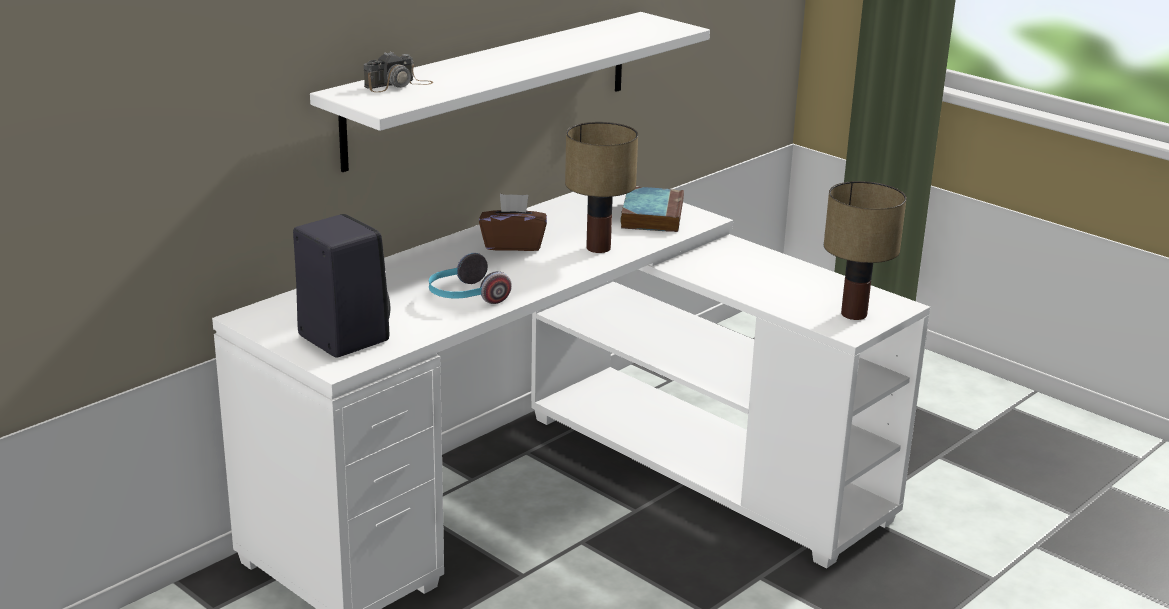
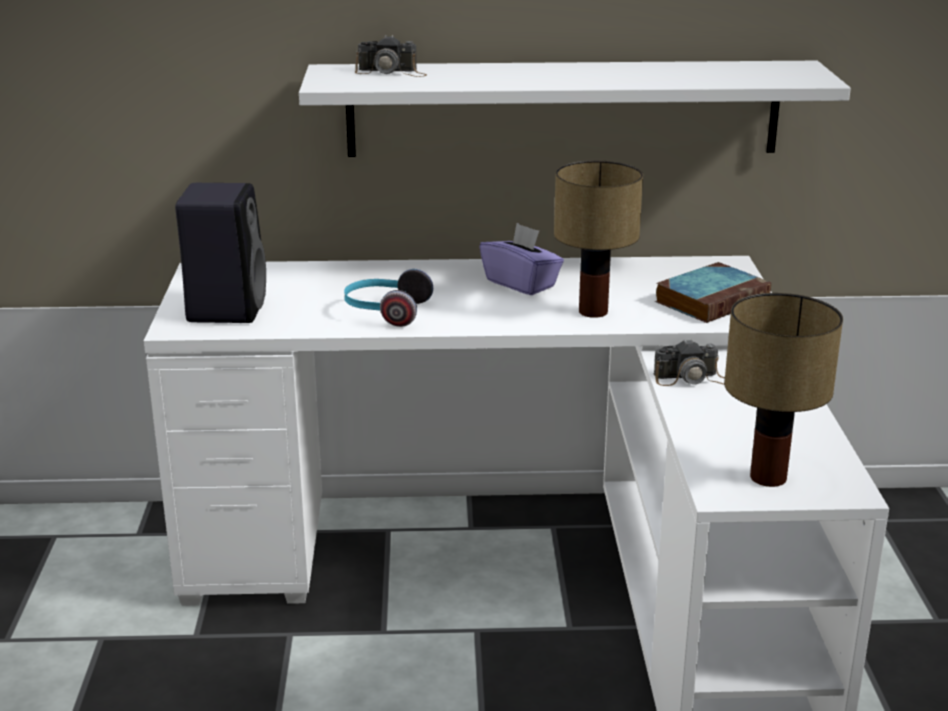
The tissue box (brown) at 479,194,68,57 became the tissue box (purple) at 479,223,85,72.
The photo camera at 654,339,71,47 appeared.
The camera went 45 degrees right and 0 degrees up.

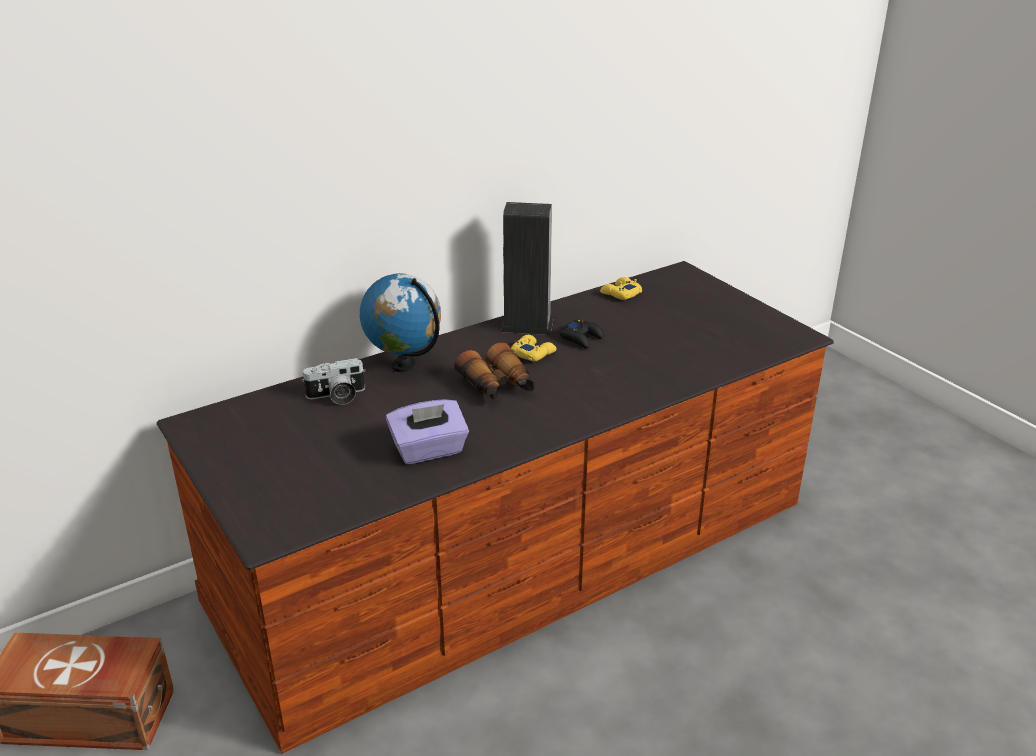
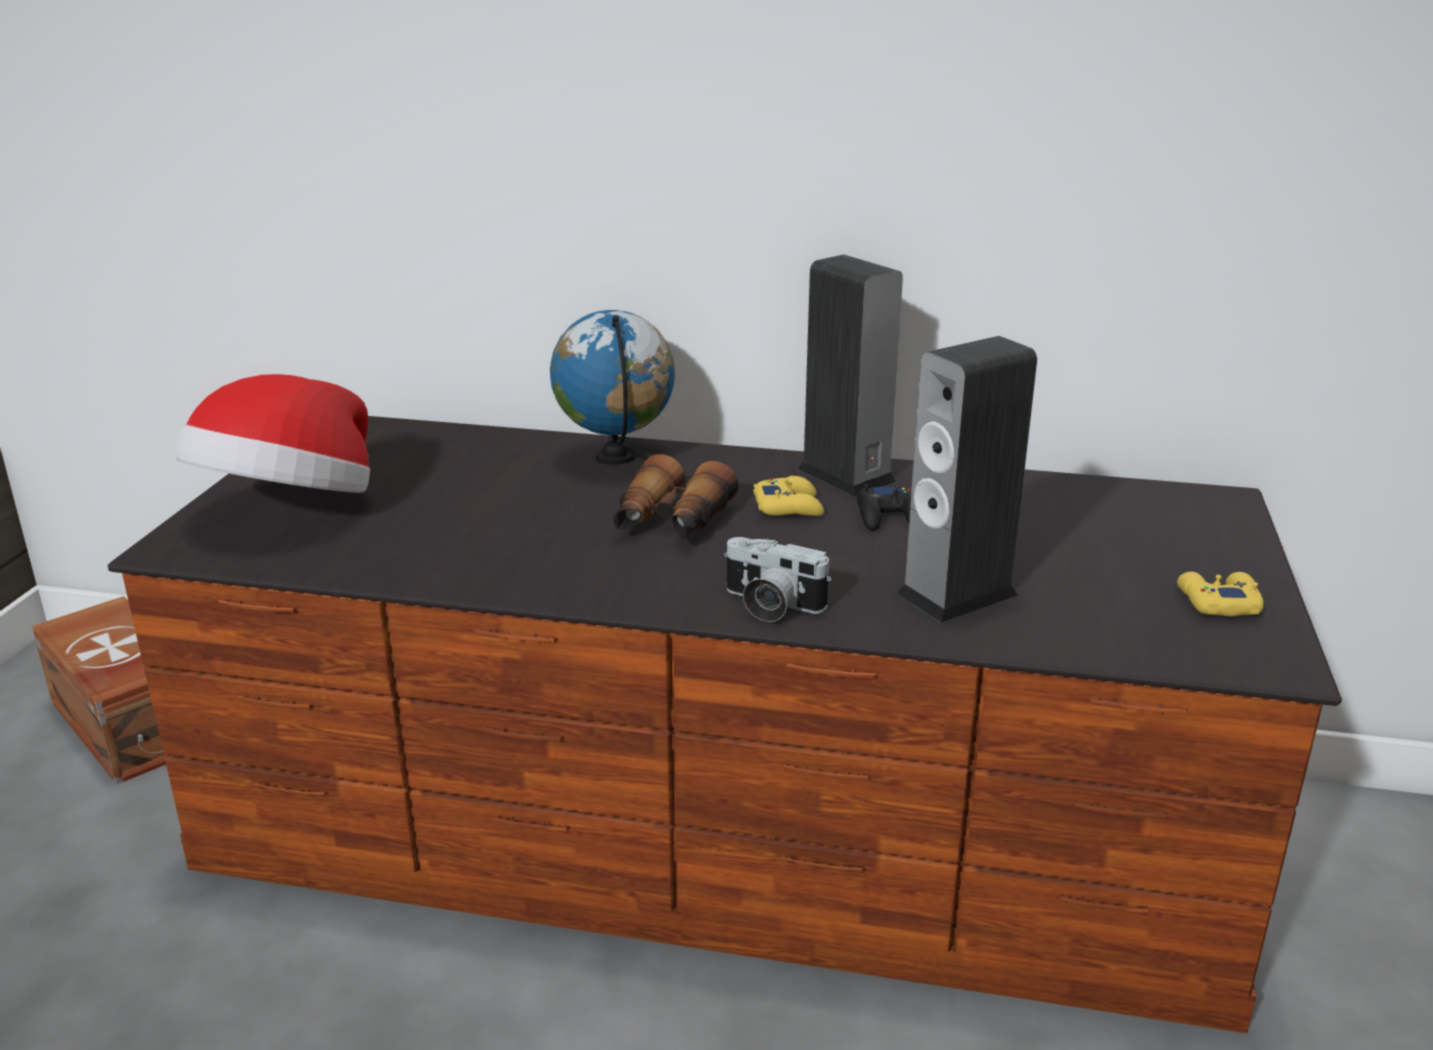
The hat at 175,374,195,119 appeared.
The photo camera moved from 301,358,64,47 to 724,537,107,85.
The speaker at 896,336,141,287 appeared.
The game controller (yellow) moved from 600,277,42,23 to 1177,572,87,45.
The tissue box (purple) at 386,399,83,65 disappeared.
The camera went 45 degrees right and 5 degrees down.

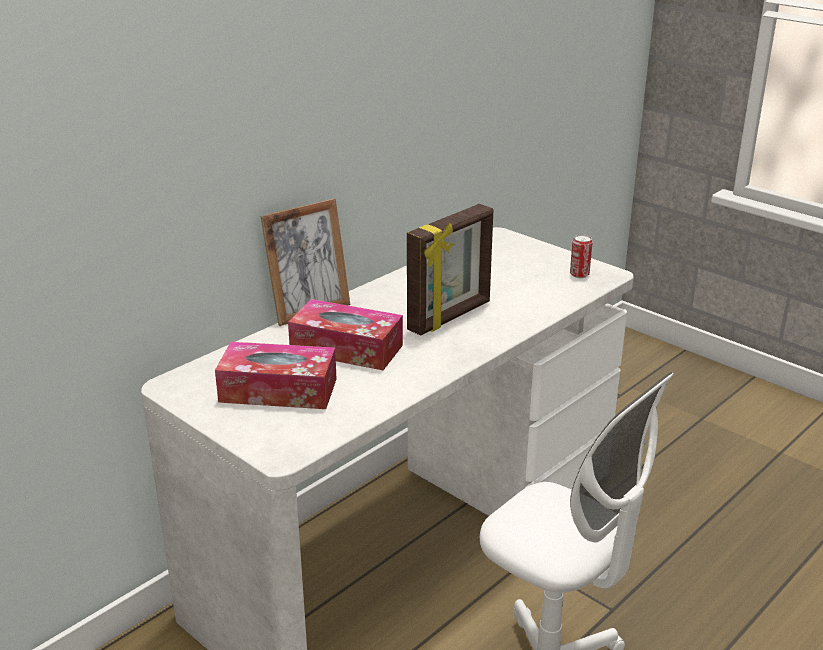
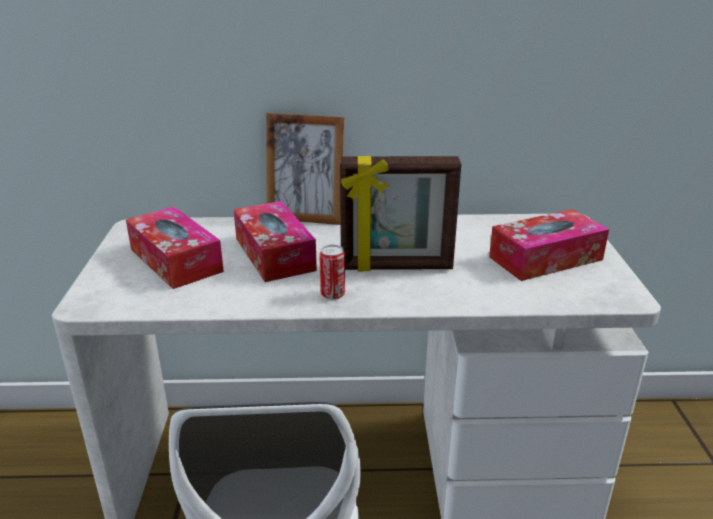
The can moved from 570,234,23,44 to 319,245,26,55.
The tissue box at 489,209,120,72 appeared.
The camera went 45 degrees right and 0 degrees up.

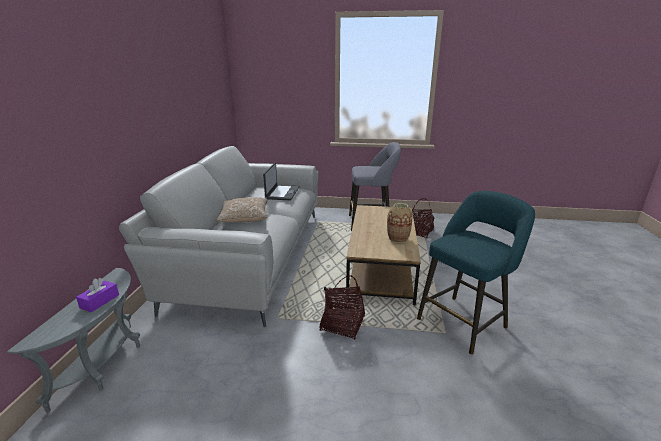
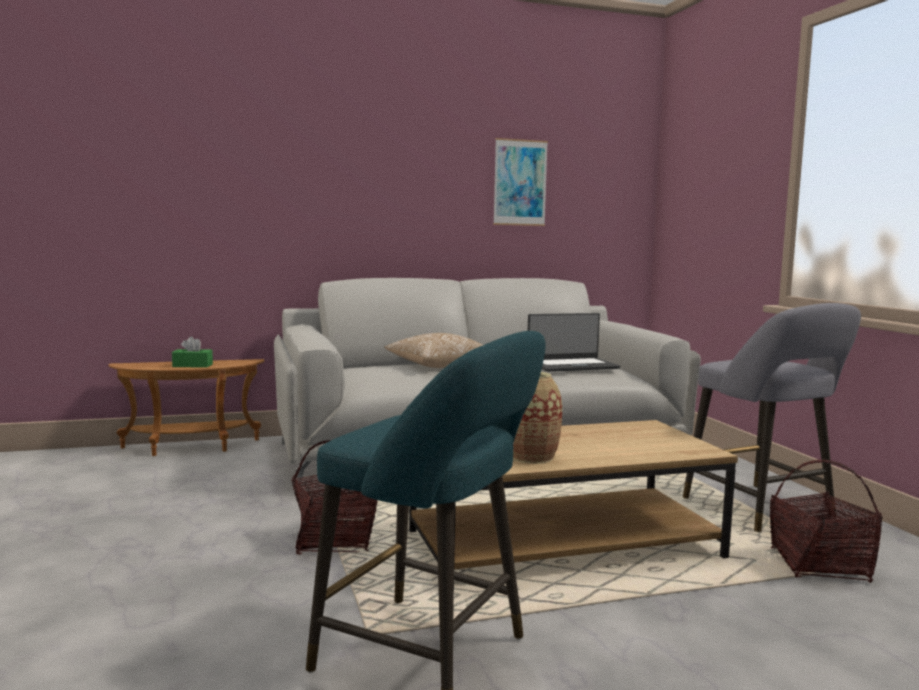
The side table (grey) at 7,268,133,145 became the side table (brown) at 108,359,156,97.
The tissue box (purple) at 76,278,43,34 became the tissue box (green) at 172,336,41,32.
The picture at 493,138,55,88 appeared.
The camera went 65 degrees right and 15 degrees down.

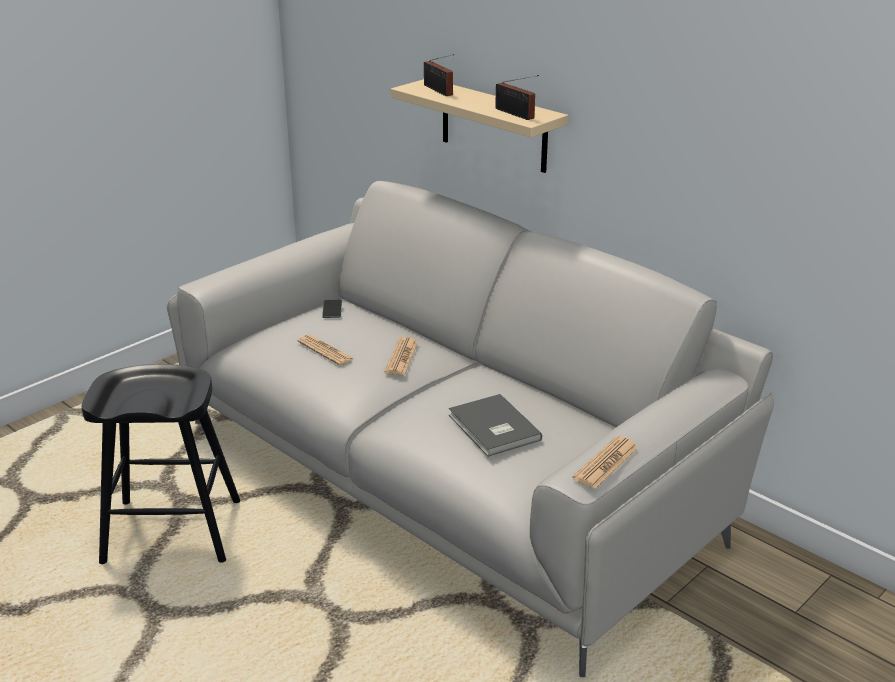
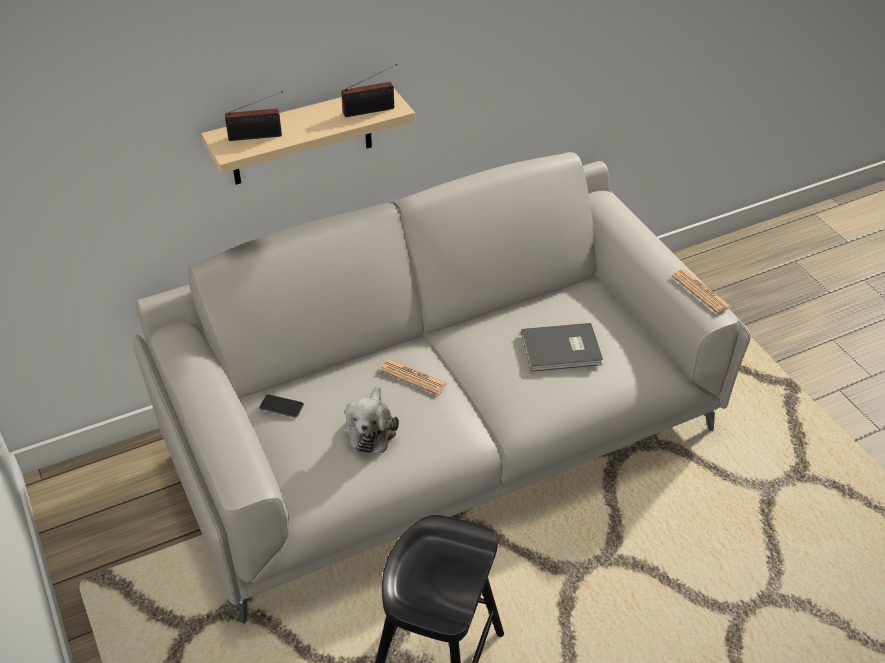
The newspaper at 297,335,57,31 was replaced by the plush toy at 344,385,55,68.
The camera went 70 degrees left and 15 degrees up.

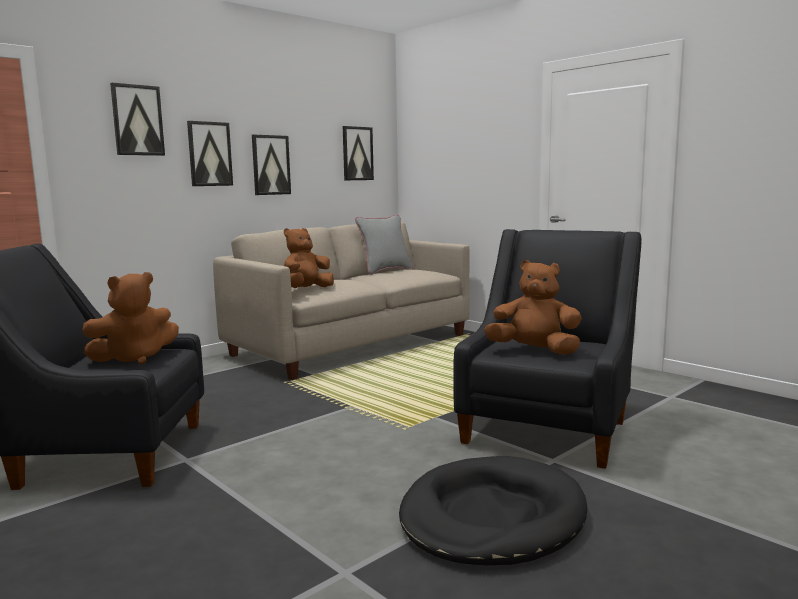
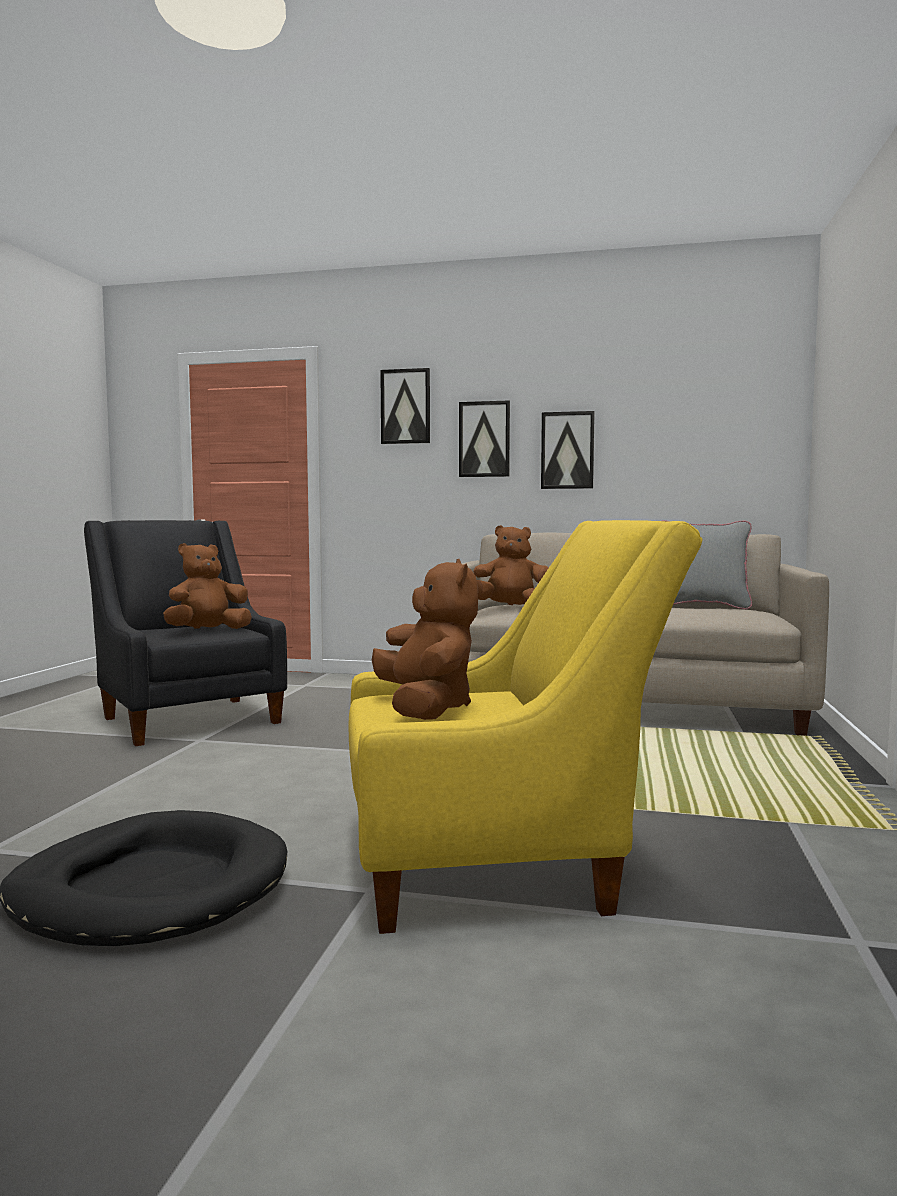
The plush toy (brown) at 82,272,97,93 turned 120 degrees clockwise.
The armchair (black) at 453,229,188,240 became the armchair (yellow) at 349,520,354,414.
The picture at 343,126,31,54 disappeared.
The camera went 55 degrees right and 5 degrees down.

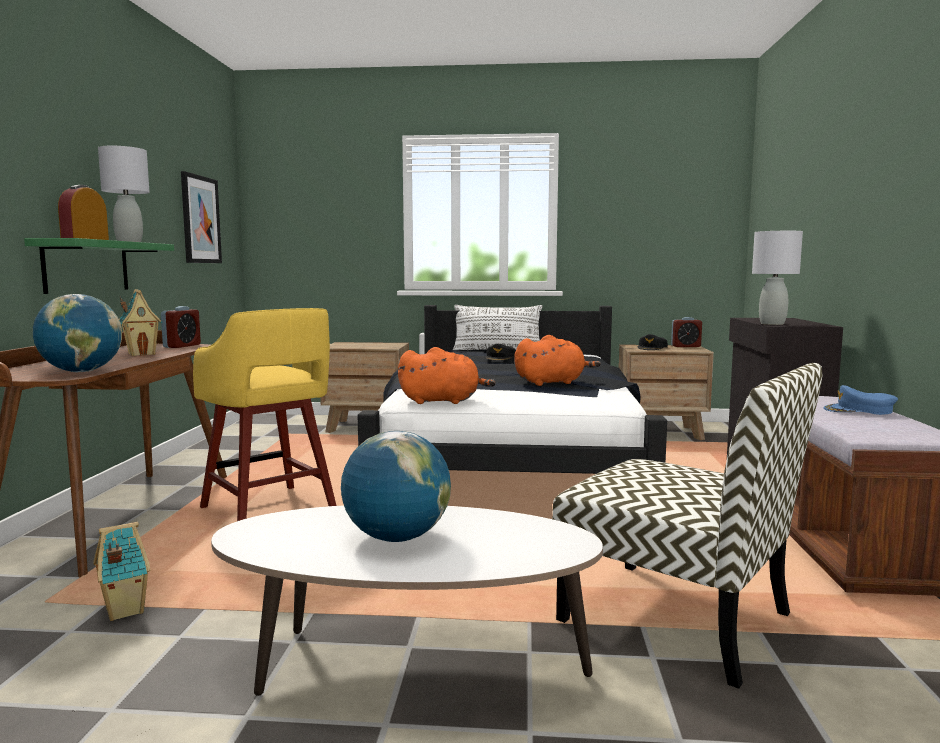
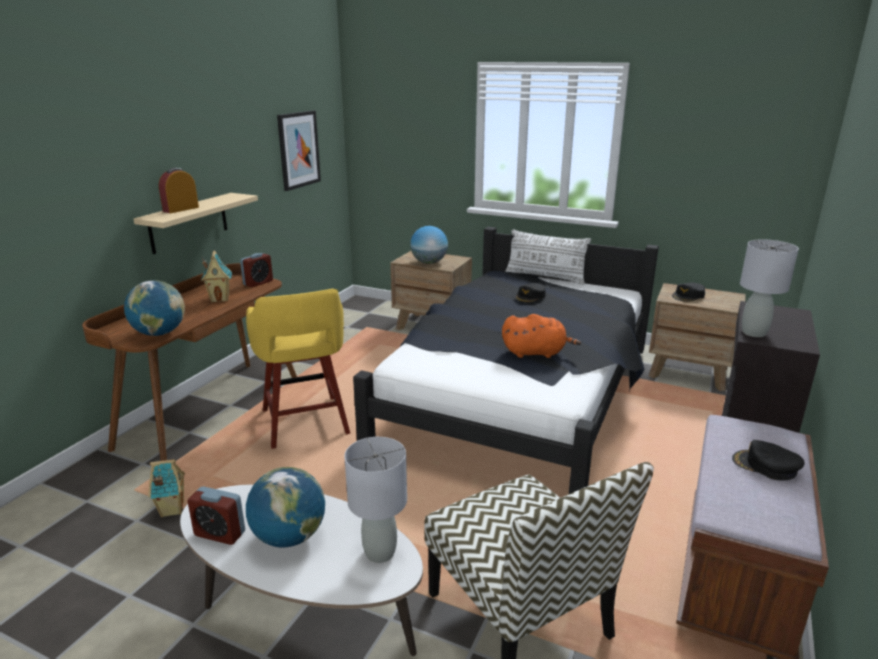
The shelf (green) at 24,238,150,56 became the shelf (beige) at 133,193,125,61.
The alarm clock moved from 671,317,31,30 to 187,486,58,59.
The table lamp (grey) moved from 98,146,52,96 to 344,437,63,126.
The globe at 410,226,38,38 appeared.
The cap (blue) at 823,385,75,30 became the cap (black) at 732,440,73,41.
The plush toy (orange) at 398,347,98,57 disappeared.
The camera went 20 degrees right and 15 degrees up.

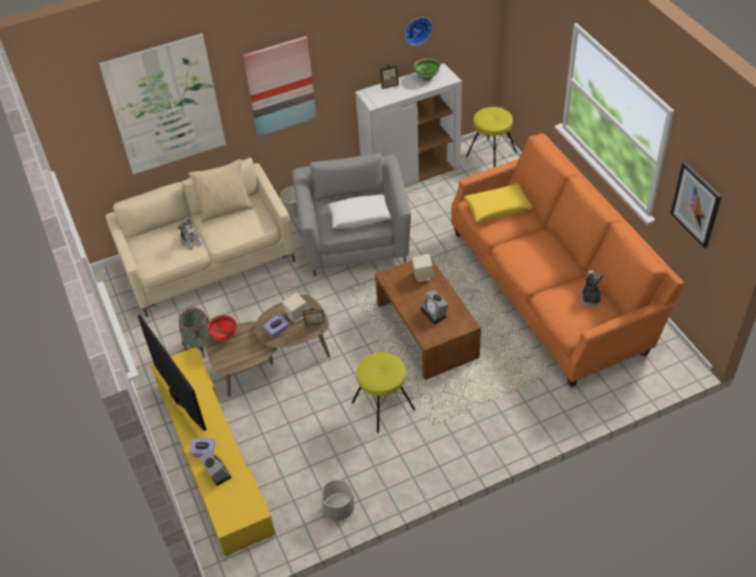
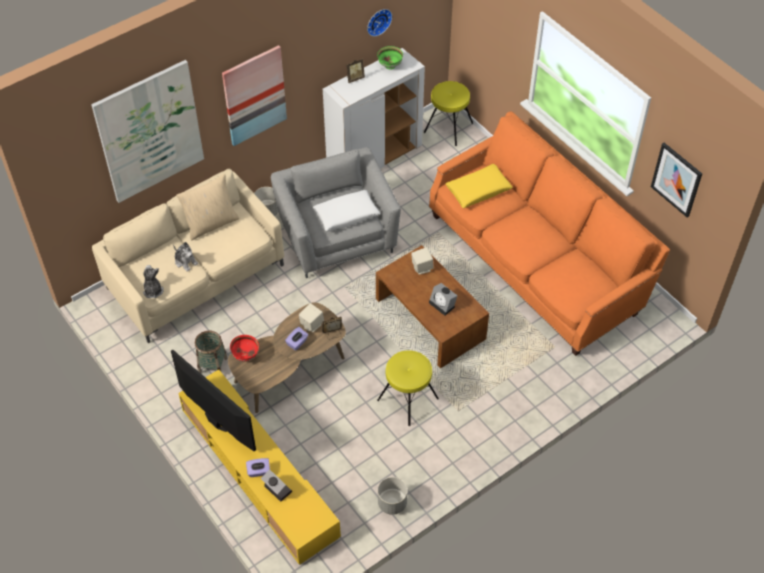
The plush toy moved from 580,270,24,36 to 143,265,21,33.
The camera went 15 degrees left and 5 degrees up.

